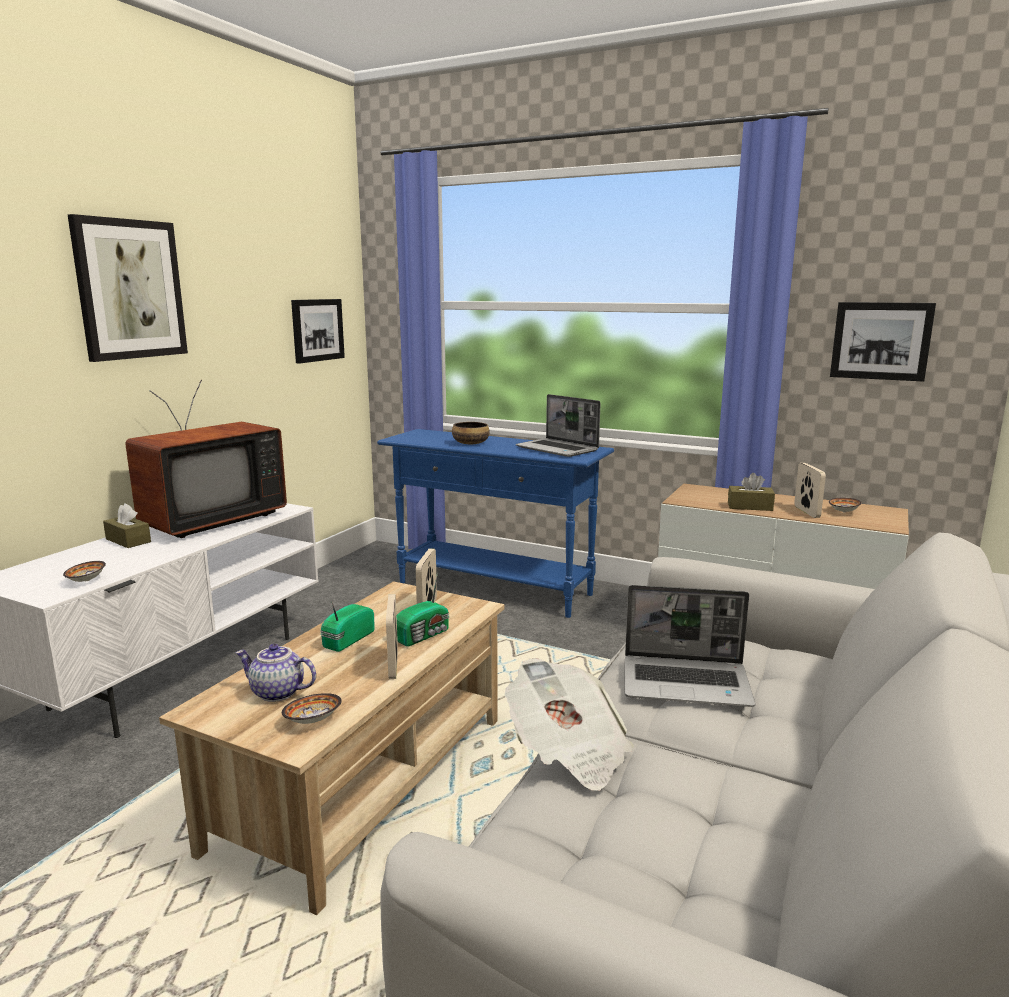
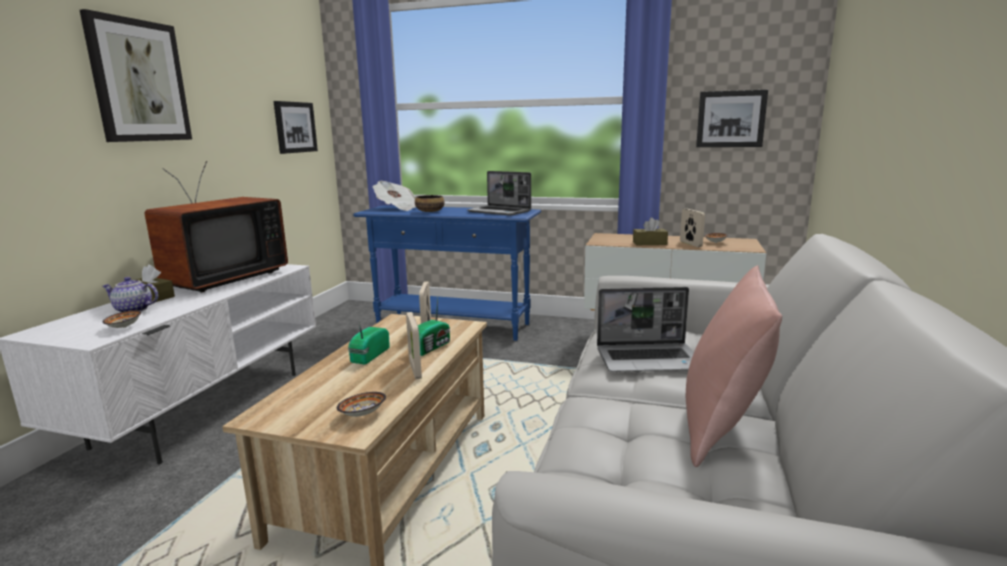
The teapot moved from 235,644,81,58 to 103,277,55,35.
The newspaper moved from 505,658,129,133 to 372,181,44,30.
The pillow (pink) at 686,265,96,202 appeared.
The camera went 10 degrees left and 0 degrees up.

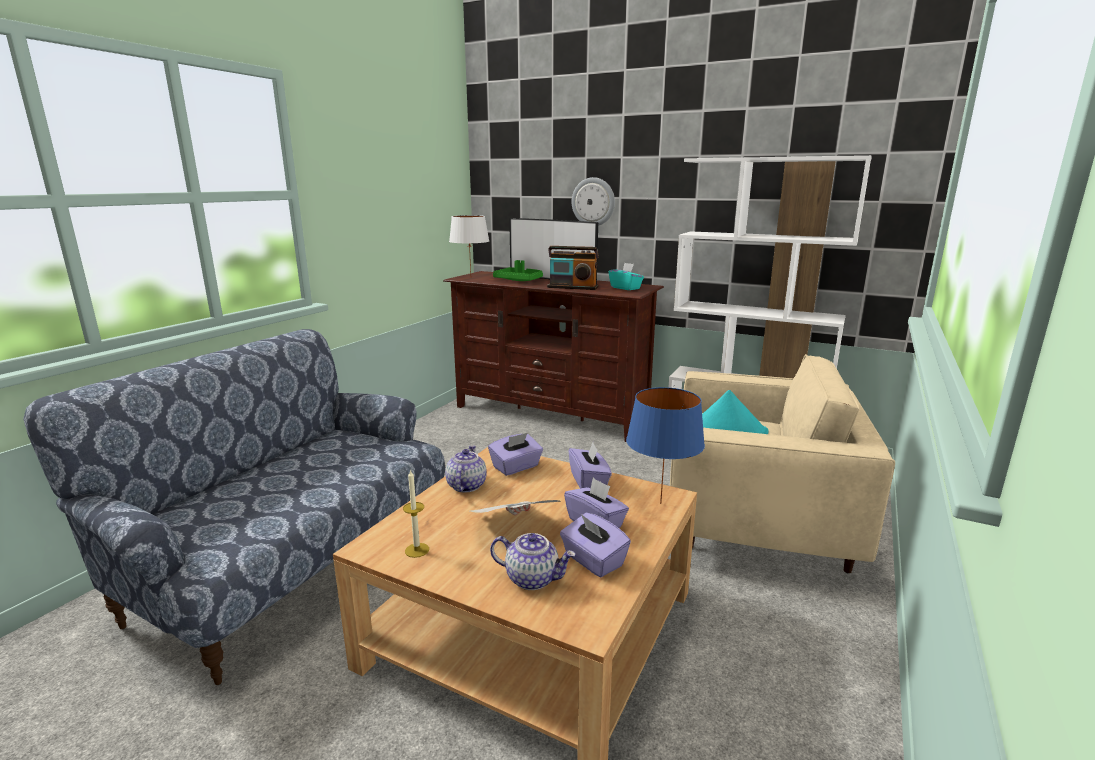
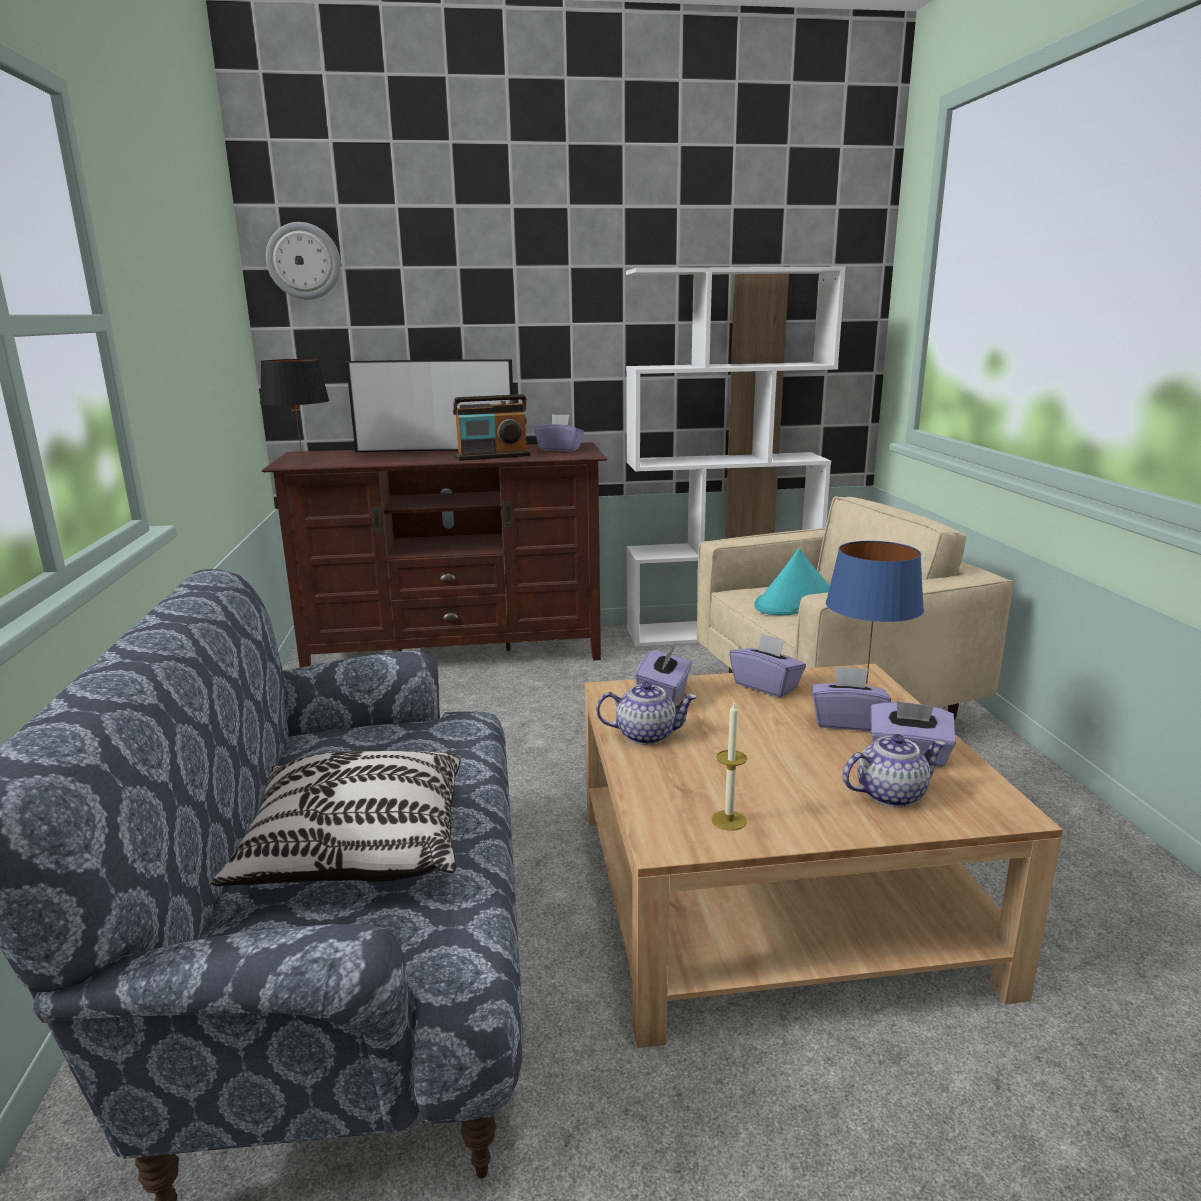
The pillow at 212,751,249,135 appeared.
The table lamp (white) at 449,215,40,60 became the table lamp (black) at 260,359,70,103.
The wall clock moved from 572,177,43,49 to 266,222,75,78.
The tissue box (turquoise) at 609,263,35,27 became the tissue box (purple) at 534,414,50,38.
The teapot at 445,445,42,48 turned 120 degrees clockwise.
The newspaper at 469,500,92,15 disappeared.
The tray (green) at 493,260,50,21 disappeared.
The camera went 35 degrees left and 0 degrees up.

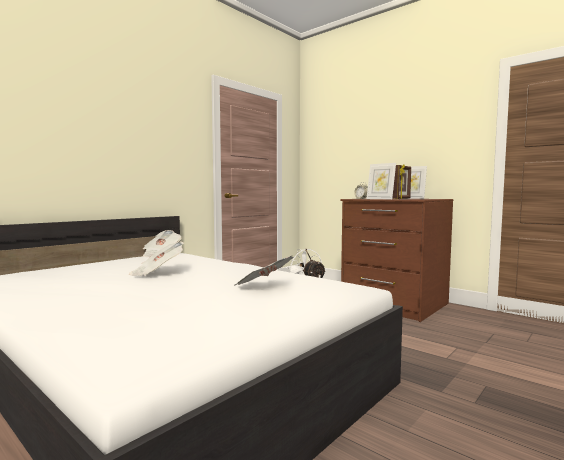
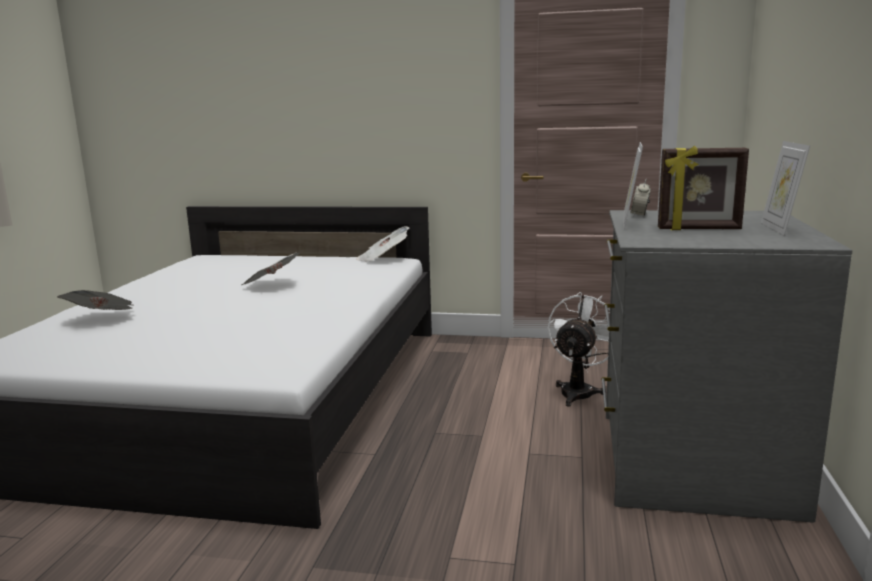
The newspaper moved from 235,256,59,29 to 57,290,75,20.
The dresser (brown) at 340,199,113,123 became the dresser (grey) at 601,210,252,313.
The camera went 60 degrees right and 10 degrees up.

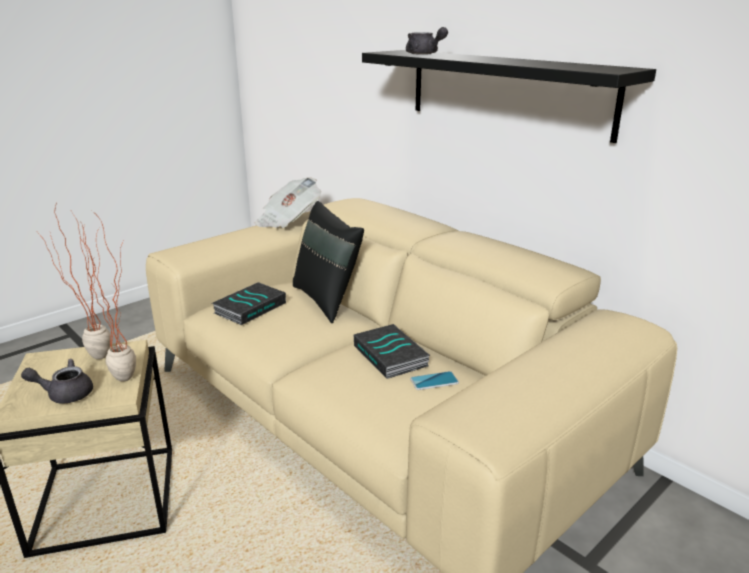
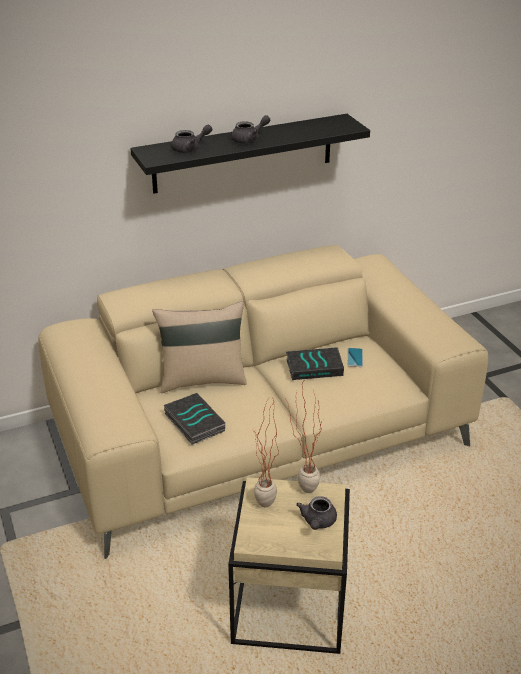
The pillow (black) at 293,201,71,122 became the pillow (beige) at 152,301,95,92.
The teapot (grey) at 231,115,39,29 appeared.
The newspaper at 255,177,66,51 disappeared.
The camera went 70 degrees left and 10 degrees up.

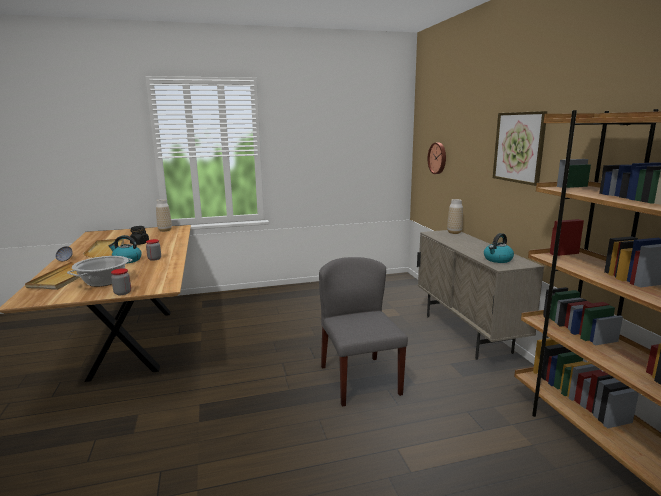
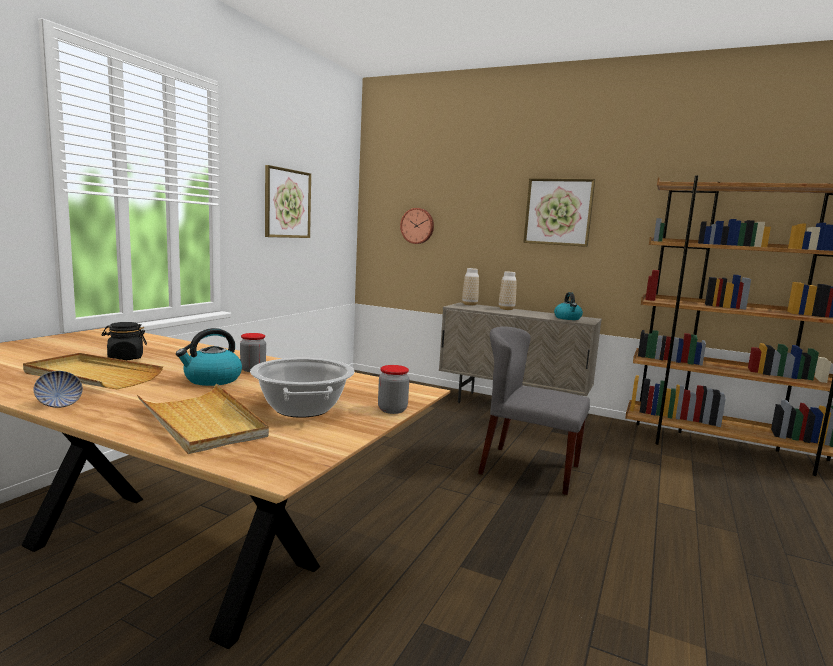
The picture at 265,165,46,73 appeared.
The vase moved from 156,199,16,33 to 499,271,18,39.
The camera went 50 degrees left and 5 degrees down.

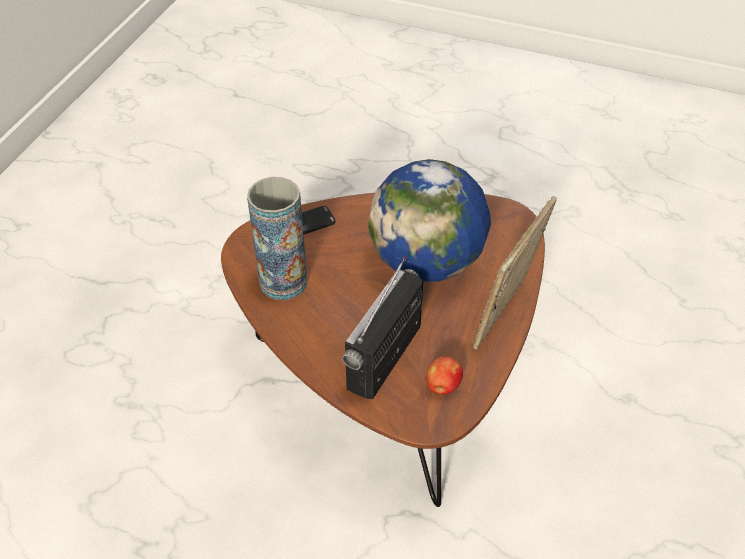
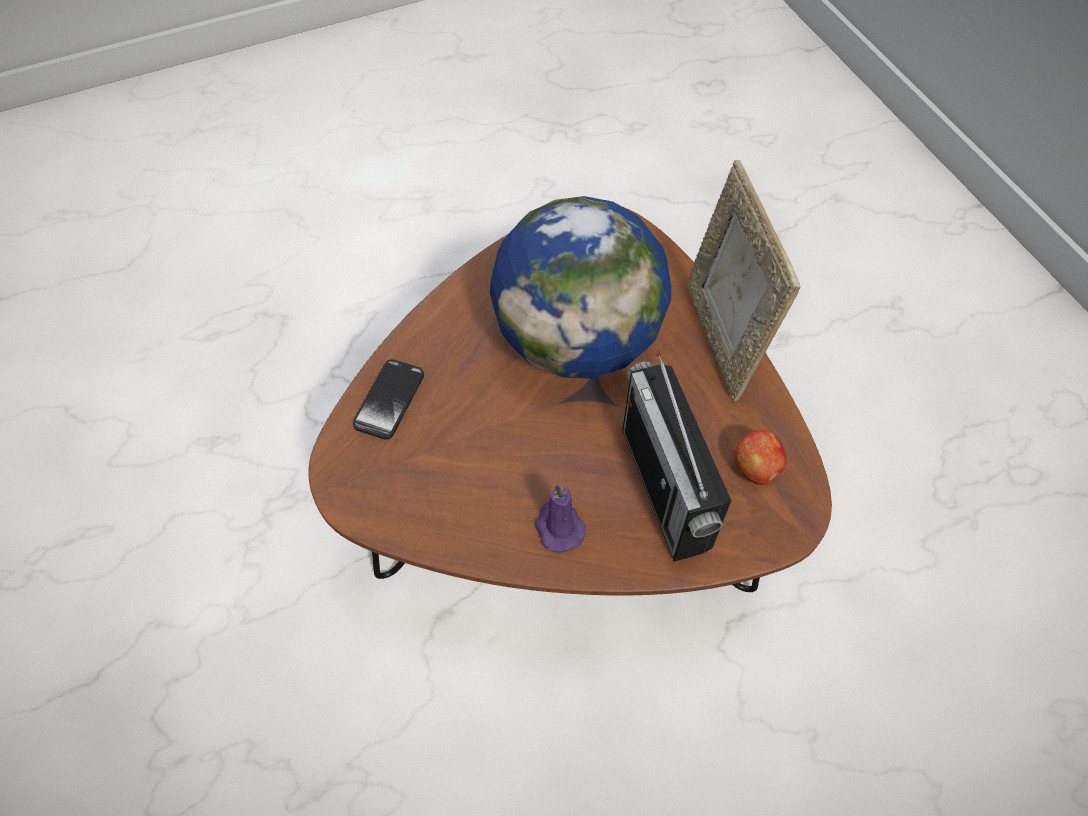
The candle (purple) at 535,485,51,68 appeared.
The vase at 247,177,60,123 disappeared.
The camera went 45 degrees left and 10 degrees up.

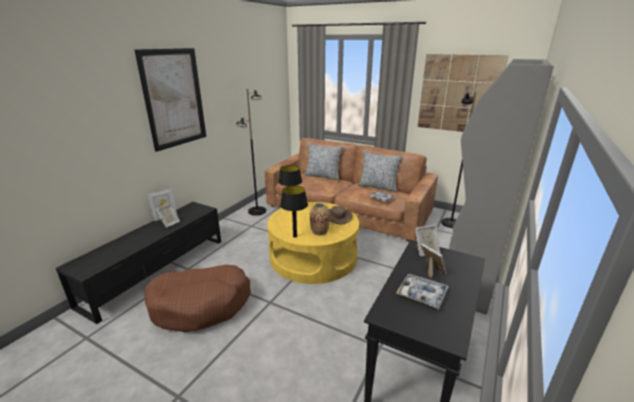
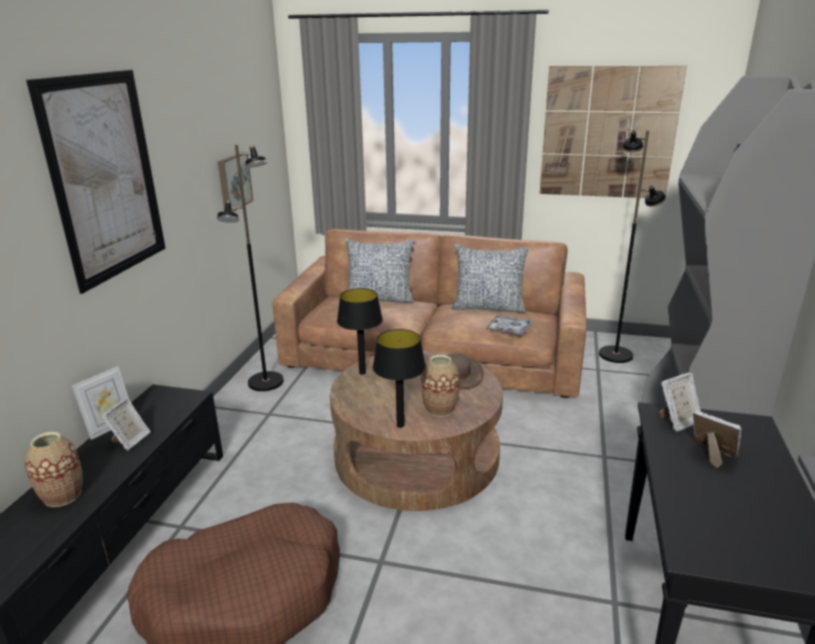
The vase at 25,432,58,75 appeared.
The picture at 218,152,35,60 appeared.
The coffee table (yellow) at 268,202,91,82 became the coffee table (brown) at 330,350,173,161.
The tray at 396,274,53,35 disappeared.
The camera went 15 degrees left and 0 degrees up.

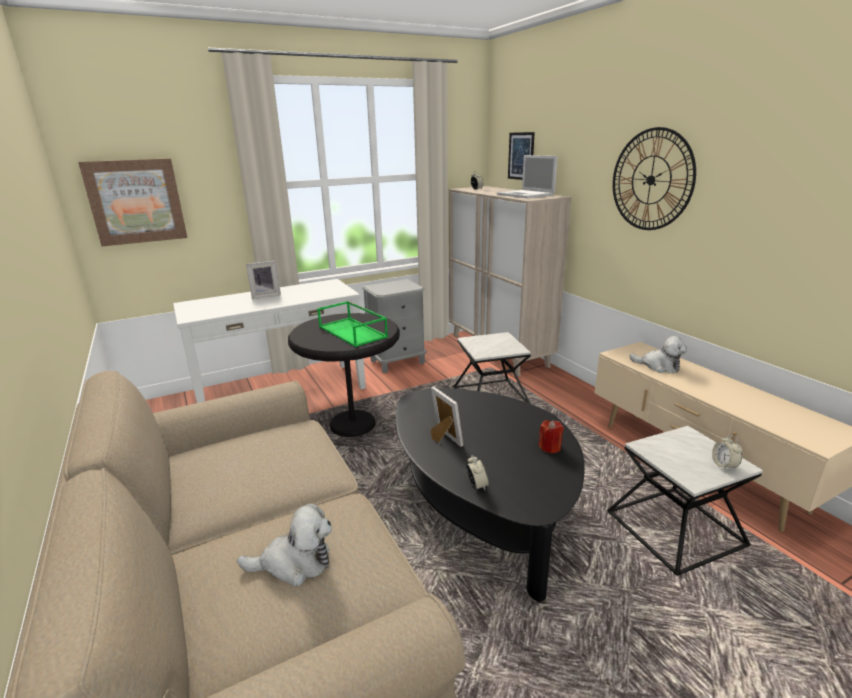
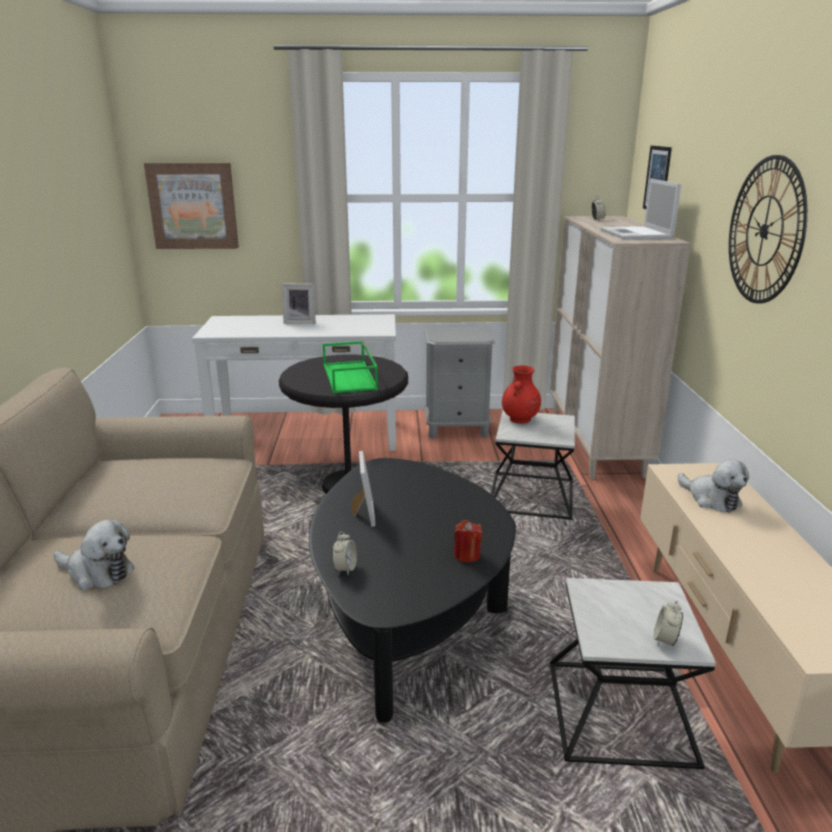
The vase (red) at 502,365,39,59 appeared.
The camera went 25 degrees right and 0 degrees up.

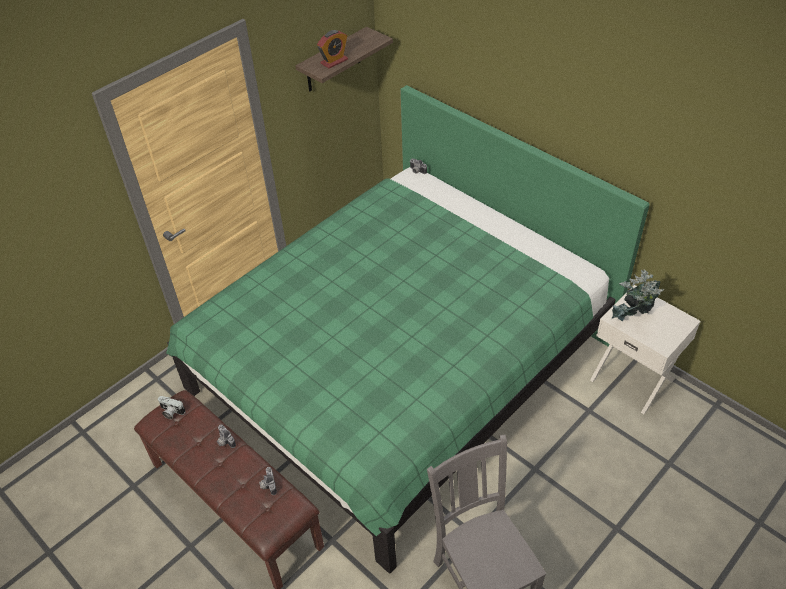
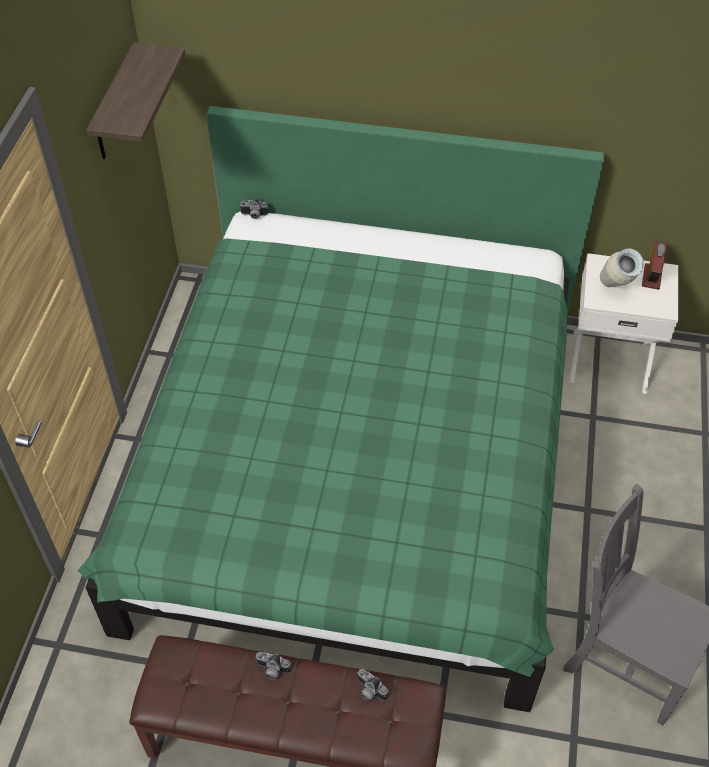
The potted plant at 611,269,53,53 was replaced by the vase at 600,248,44,39.
The alarm clock moved from 317,30,31,38 to 642,241,25,49.
The photo camera at 158,396,28,23 disappeared.
The camera went 35 degrees left and 5 degrees up.

